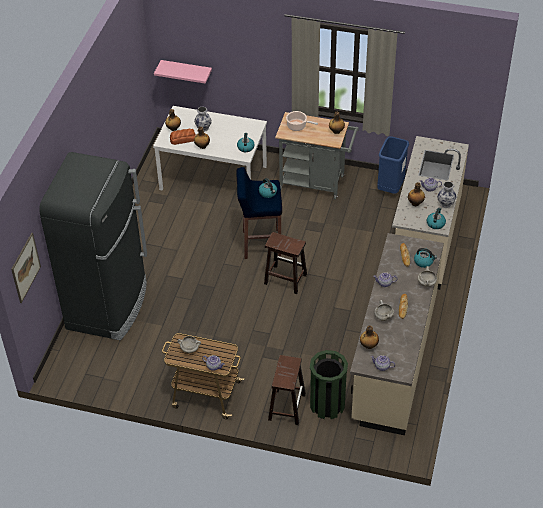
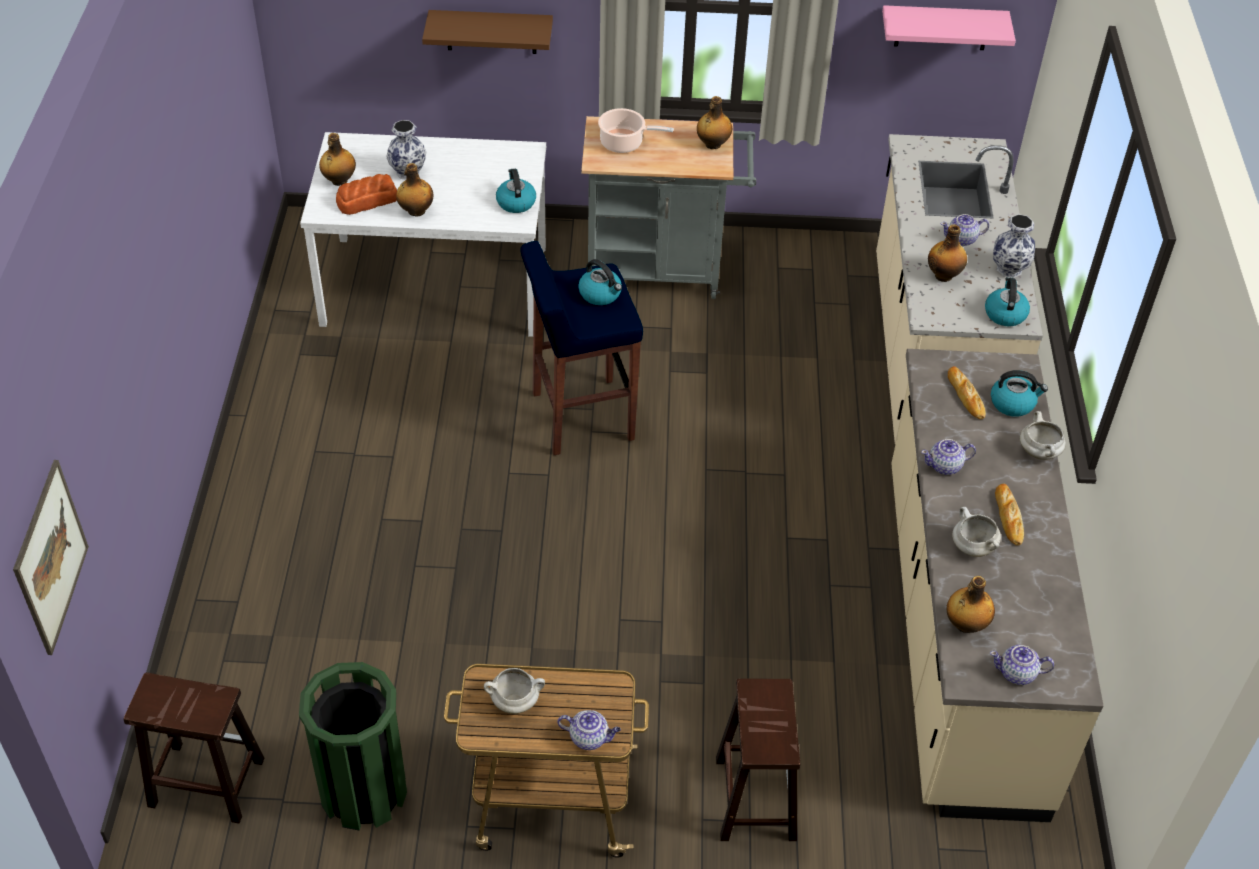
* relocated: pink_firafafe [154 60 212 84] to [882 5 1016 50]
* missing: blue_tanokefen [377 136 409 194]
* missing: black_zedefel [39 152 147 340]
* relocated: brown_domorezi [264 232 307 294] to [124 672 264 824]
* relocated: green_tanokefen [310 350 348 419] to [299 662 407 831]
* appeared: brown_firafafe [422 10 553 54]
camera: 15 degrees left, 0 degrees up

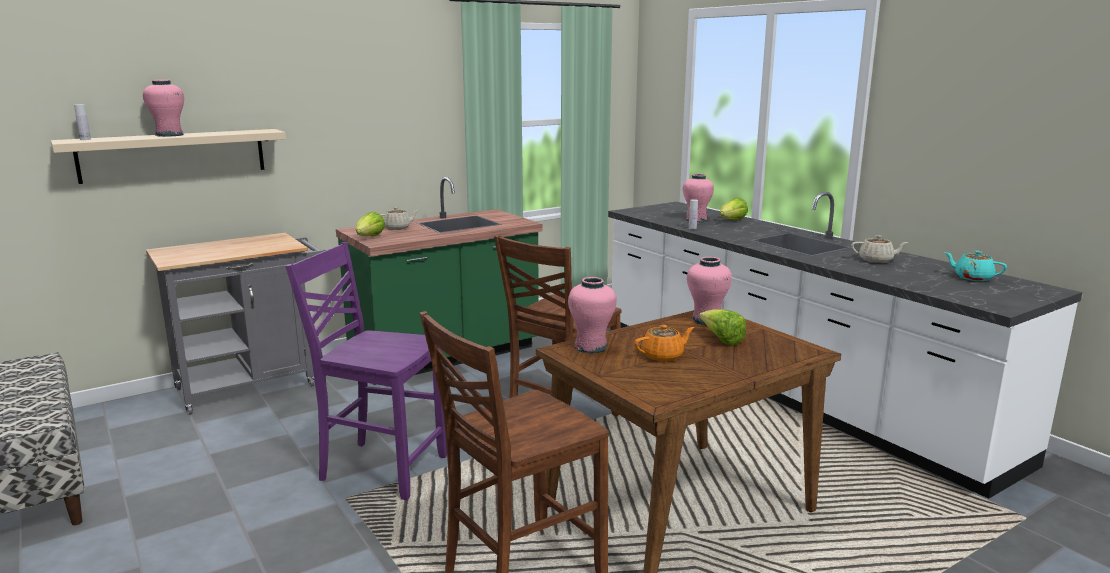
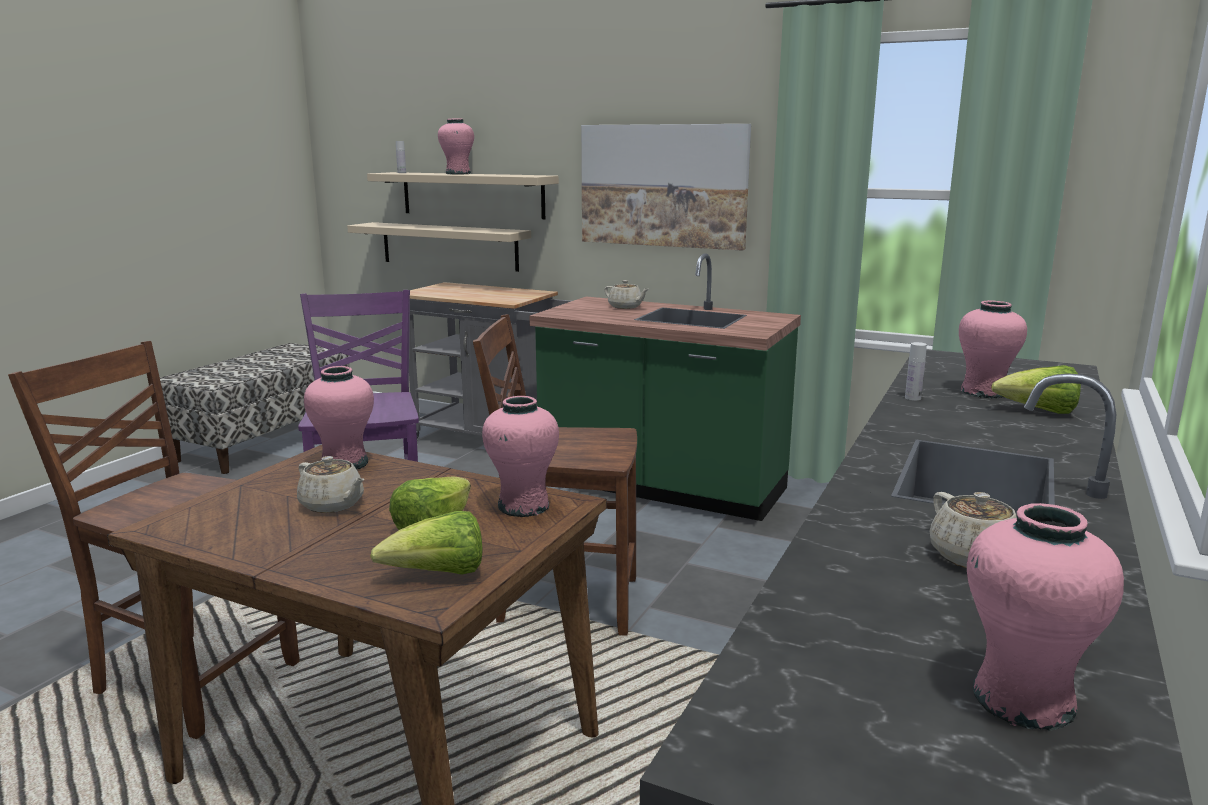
* relocated: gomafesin [356 212 385 236] to [370 511 482 575]
* exchanged: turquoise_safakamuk [944 251 1007 281] to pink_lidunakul [967 503 1124 731]
* colour: orange_safakamuk [634 325 694 362] to beige_safakamuk [297 456 364 513]
* appeared: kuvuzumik [581 124 751 251]
* appeared: beige_firafafe [347 222 531 272]
camera: 60 degrees right, 0 degrees up

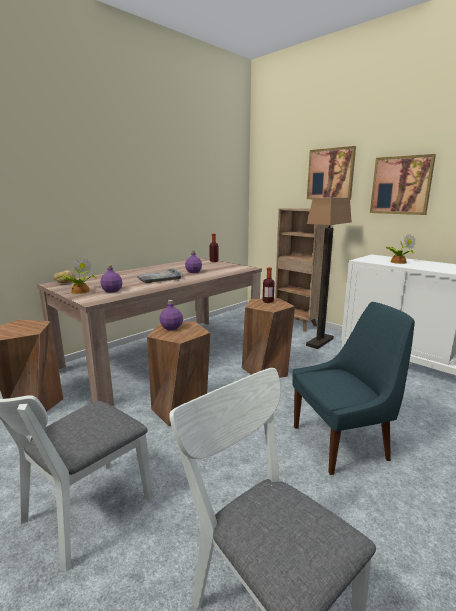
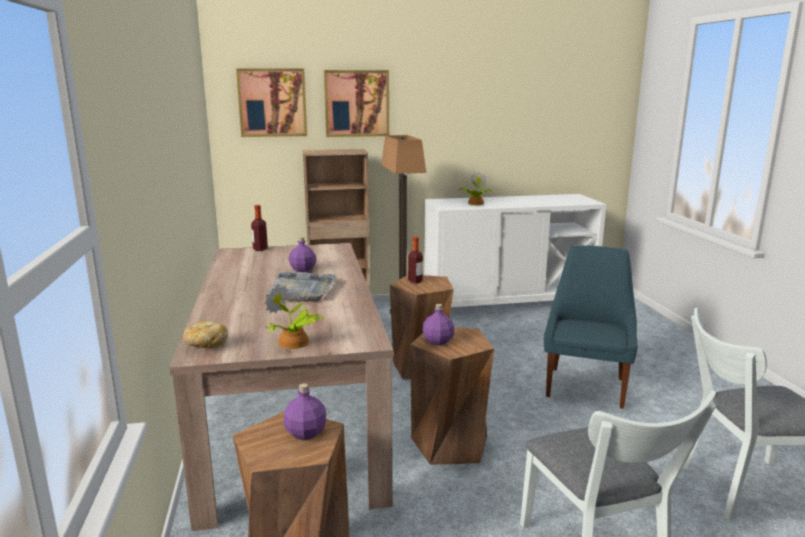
* relocated: kuvuzumik [370 154 436 215] to [236 68 307 137]
* relocated: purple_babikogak [101 265 122 293] to [284 383 326 440]
camera: 55 degrees left, 0 degrees up

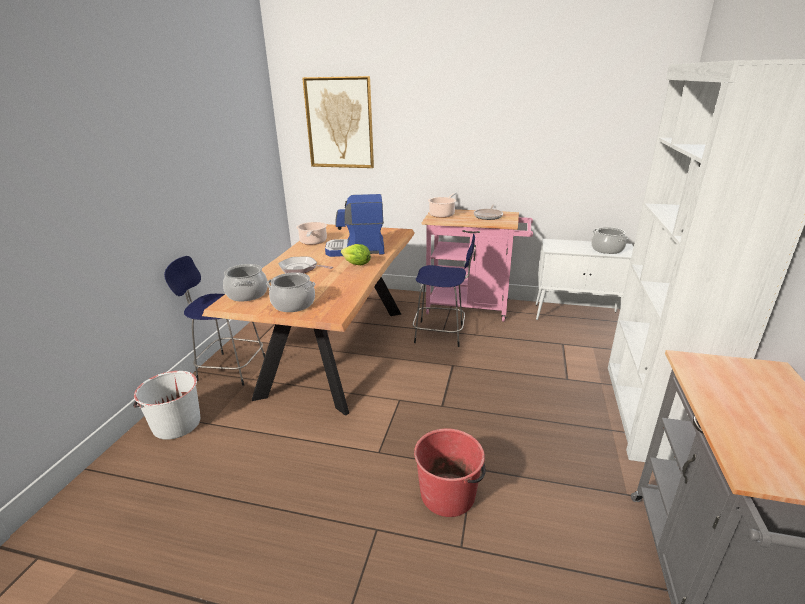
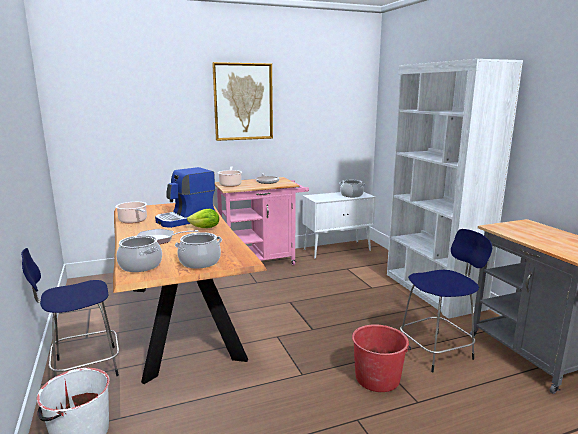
* relocated: kuvuzumik [302 76 374 168] to [212 62 273 141]
* relocated: blue_domorezi [412 234 475 347] to [400 229 492 372]
camera: 35 degrees left, 10 degrees down

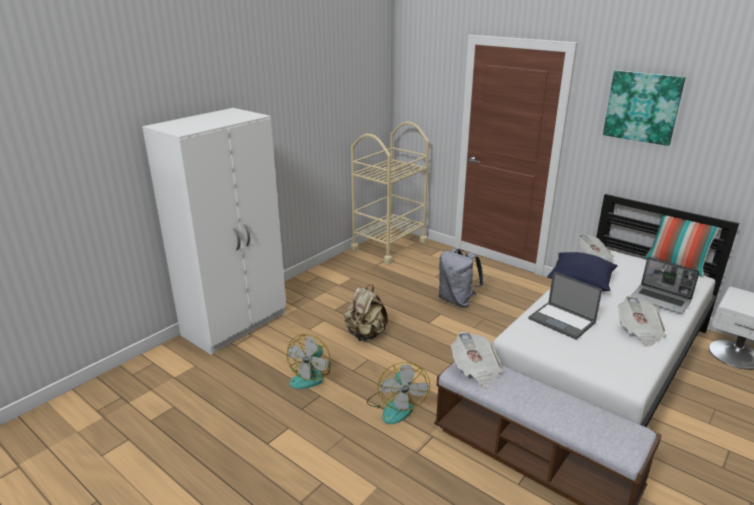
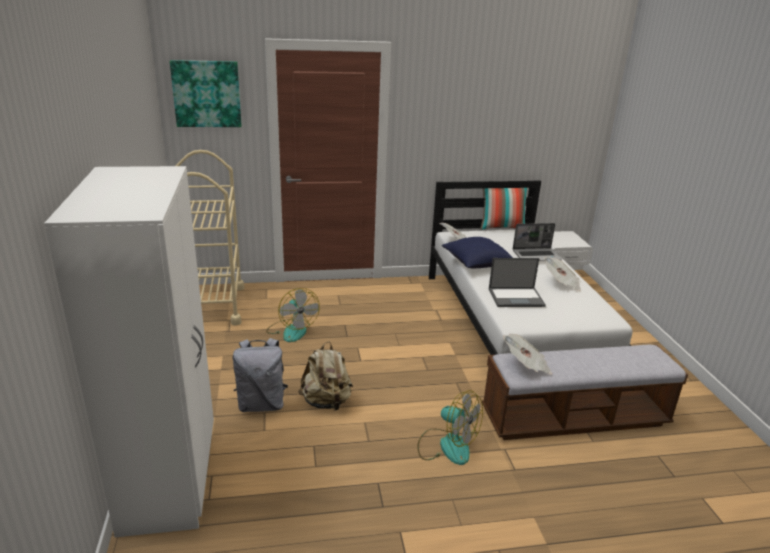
* relocated: kuvuzumik [603 70 686 146] to [170 60 242 127]
* relocated: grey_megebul [439 248 484 307] to [232 338 288 412]
* relocated: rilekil [287 334 331 389] to [266 288 320 342]
camera: 50 degrees left, 0 degrees up

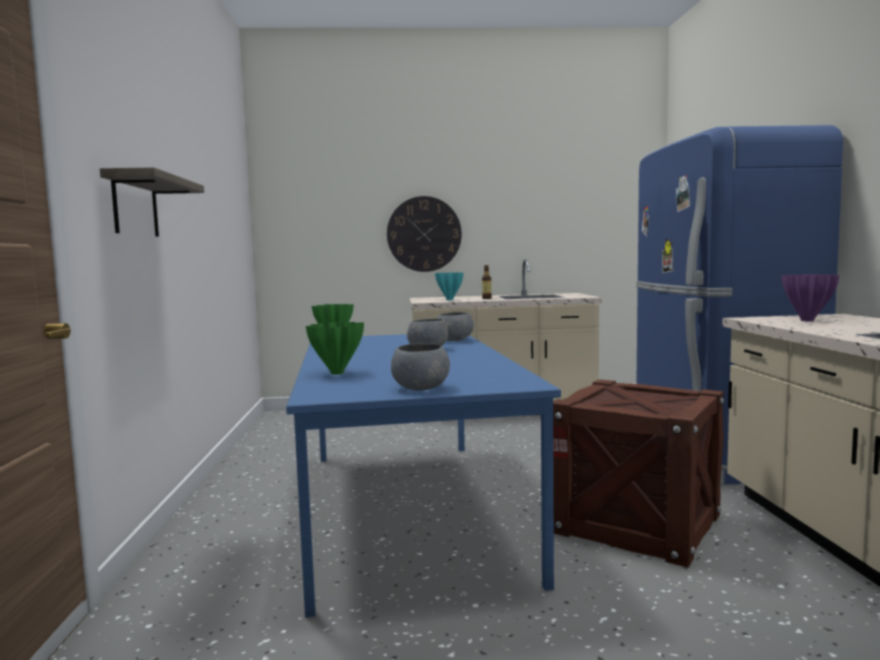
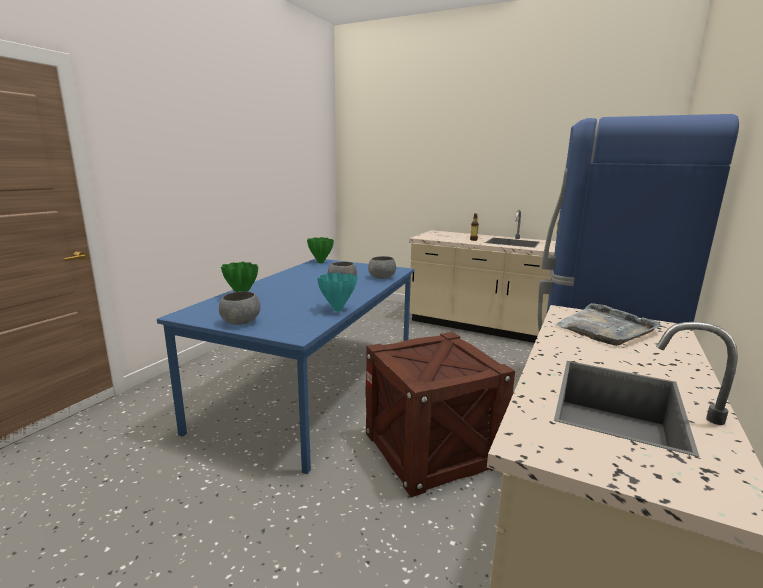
* missing: firafafe [100 167 204 237]
* missing: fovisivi [387 196 462 272]
* relocated: turquoise_lidunakul [435 272 464 300] to [317 273 358 311]
* exchanged: purple_lidunakul [782 274 840 321] to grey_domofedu [554 303 662 346]
camera: 30 degrees right, 10 degrees up

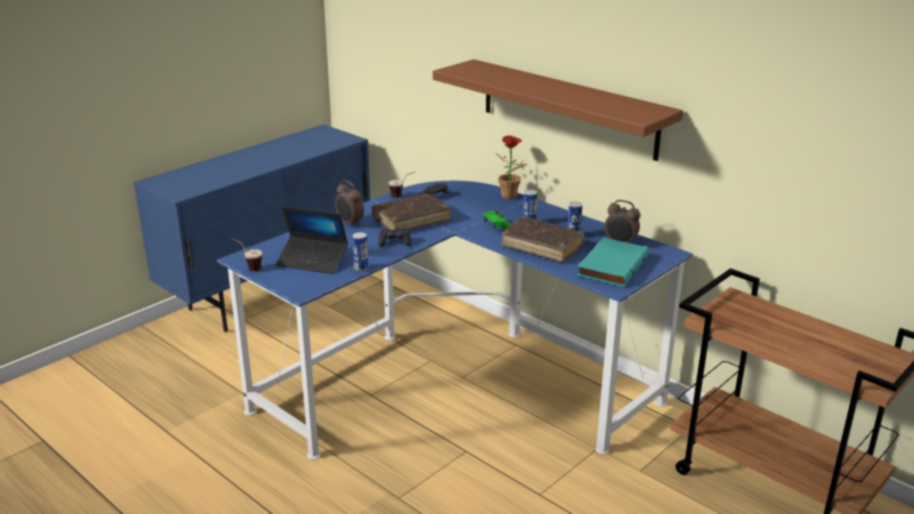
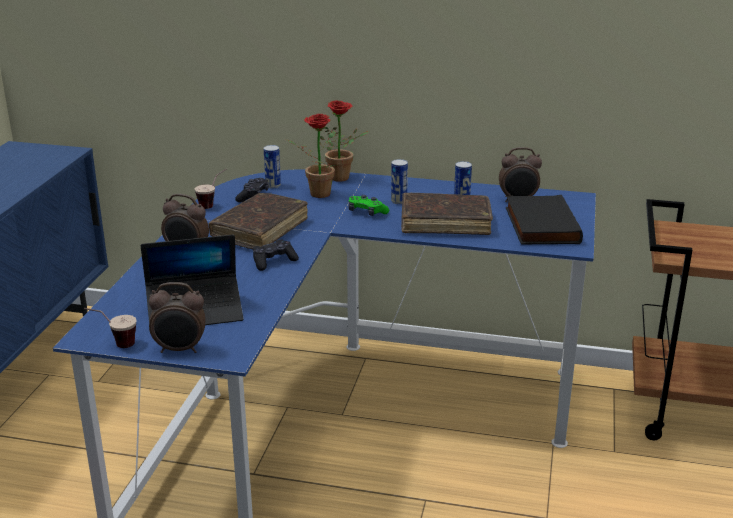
* missing: brown_firafafe [433 59 683 161]
* relocated: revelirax [352 232 368 272] to [264 145 281 188]
* colour: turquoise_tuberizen [577 237 649 287] to black_tuberizen [506 195 583 244]
* appeared: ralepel [286 114 335 198]
* appeared: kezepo [149 282 206 353]
camera: 30 degrees left, 0 degrees up

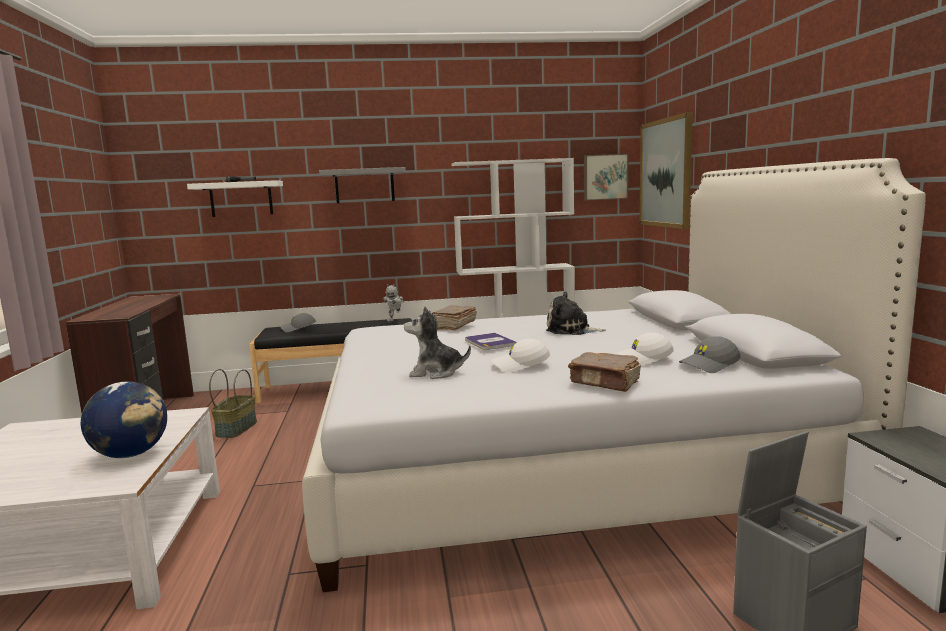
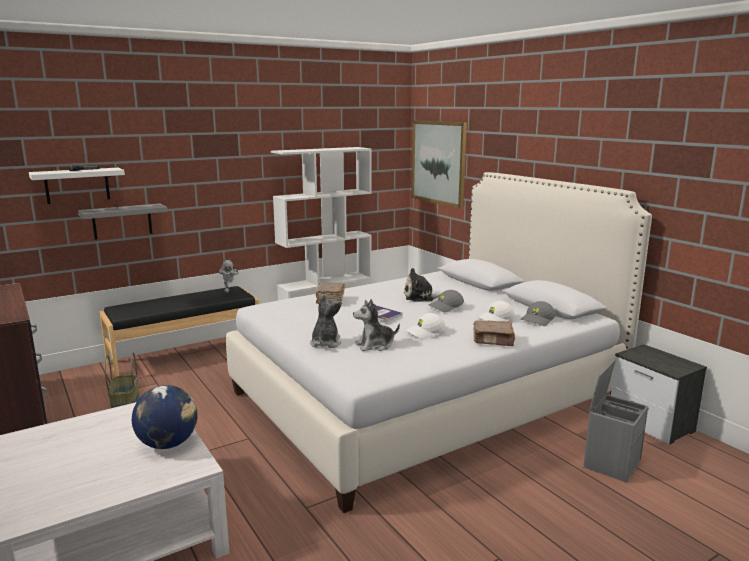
* missing: kuvuzumik [584 154 629 201]
* relocated: grey_firafafe [319 167 406 203] to [78 203 168 240]
* relocated: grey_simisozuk [281 313 316 332] to [428 290 464 313]
* appeared: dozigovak [310 294 342 348]
camera: 25 degrees left, 5 degrees up

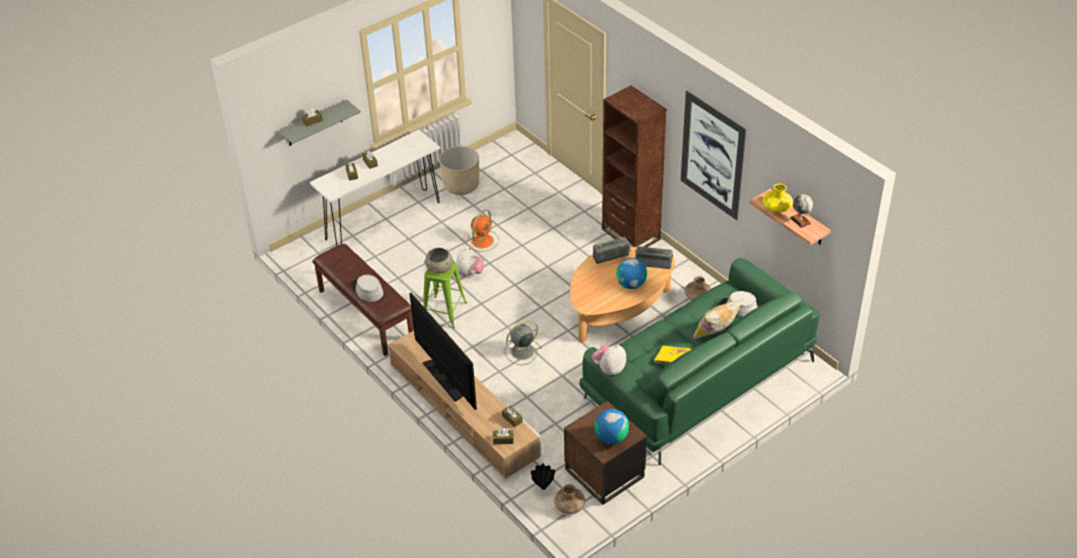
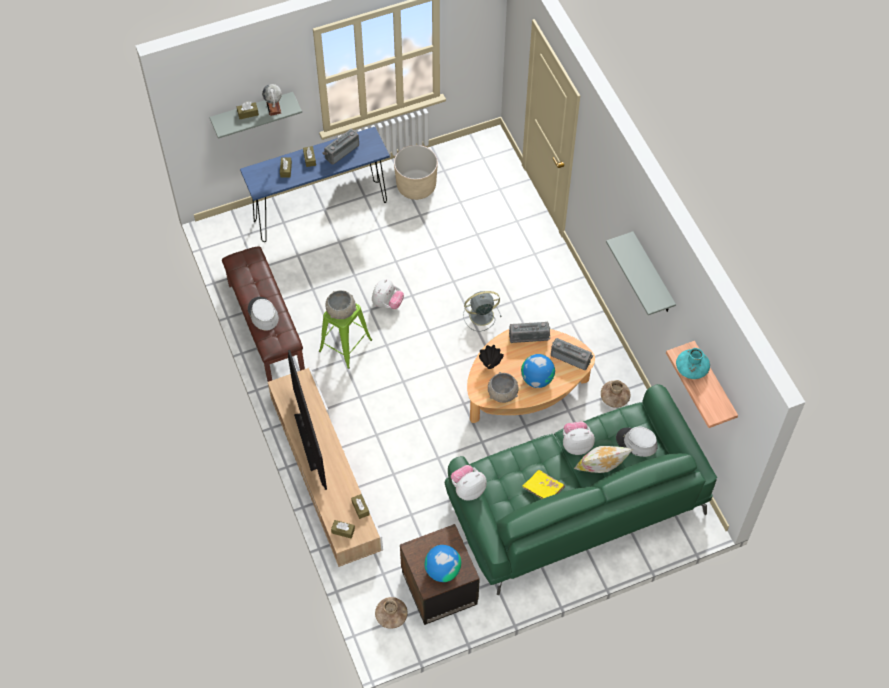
* missing: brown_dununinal [602 86 667 247]
* exchanged: kuvuzumik [681 91 747 220] to grey_firafafe [606 231 676 315]
* colour: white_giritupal [310 130 440 246] to blue_giritupal [240 127 390 242]
* colour: yellow_lidunakul [762 184 793 212] to turquoise_lidunakul [676 348 710 379]
* relocated: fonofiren [790 194 813 228] to [262 84 282 116]
* missing: orange_rilekil [468 210 499 252]
* relocated: grey_rilekil [505 321 542 365] to [463 291 502 332]
* relocated: black_lidunakul [531 463 555 490] to [479 345 504 369]
* appeared: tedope [322 129 359 165]
* appeared: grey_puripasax [488 372 519 403]
* appeared: dozigovak [563 421 595 455]
camera: 15 degrees right, 15 degrees up

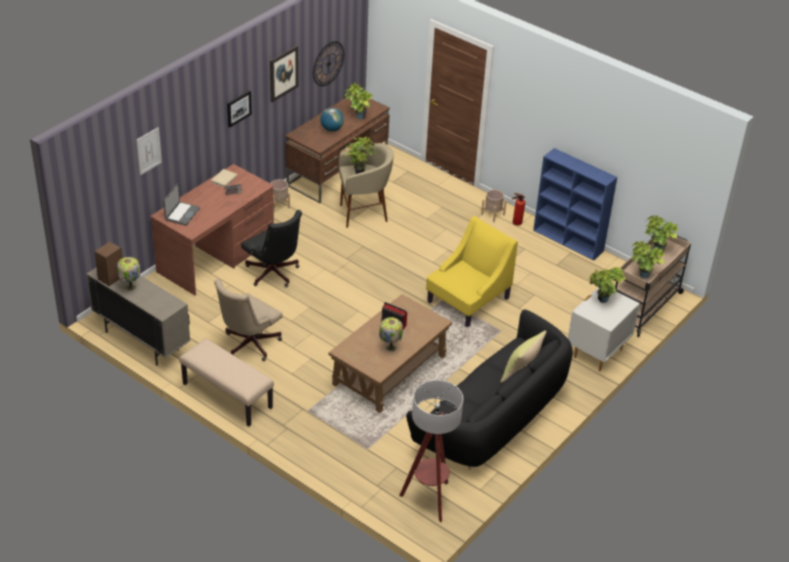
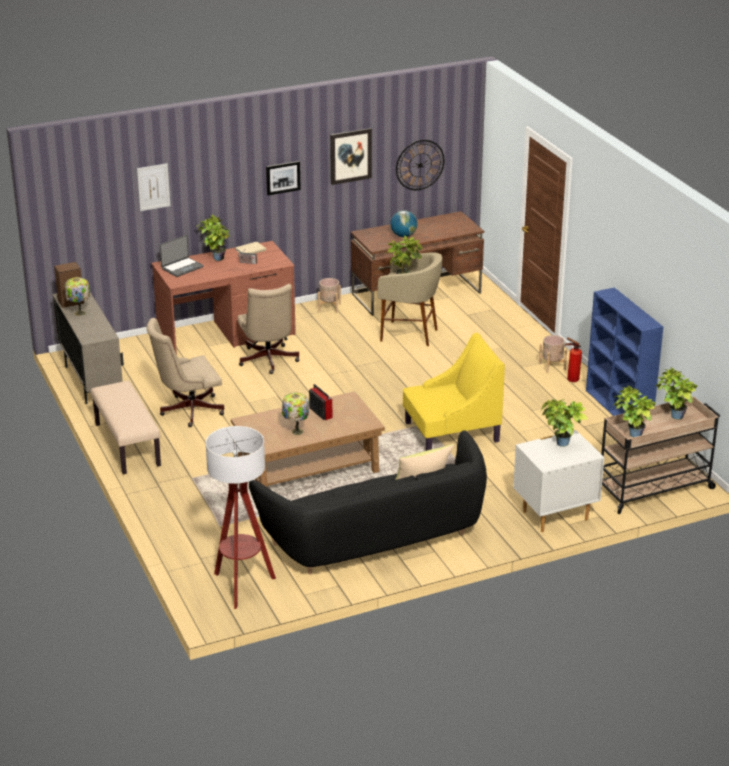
* relocated: ralepel [343 83 373 119] to [196 215 230 261]
* colour: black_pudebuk [241 210 302 287] to beige_pudebuk [238 284 299 374]
camera: 30 degrees right, 10 degrees down

